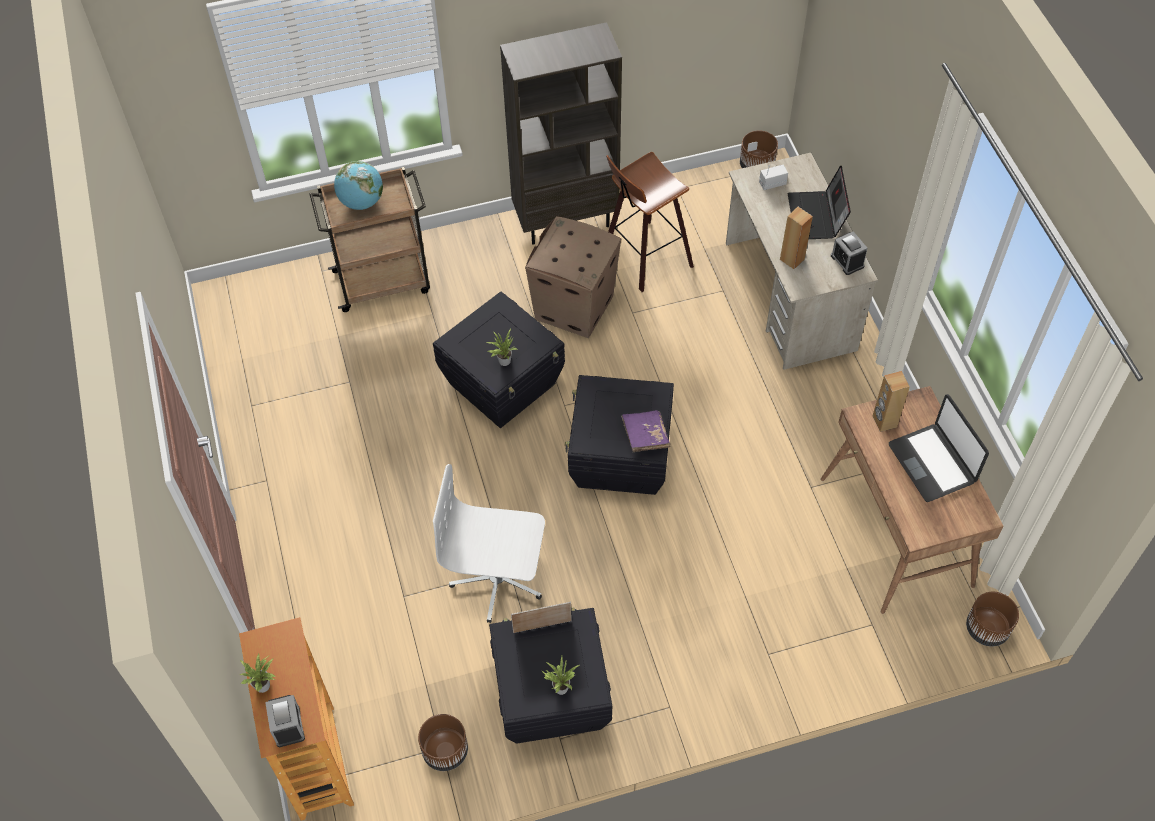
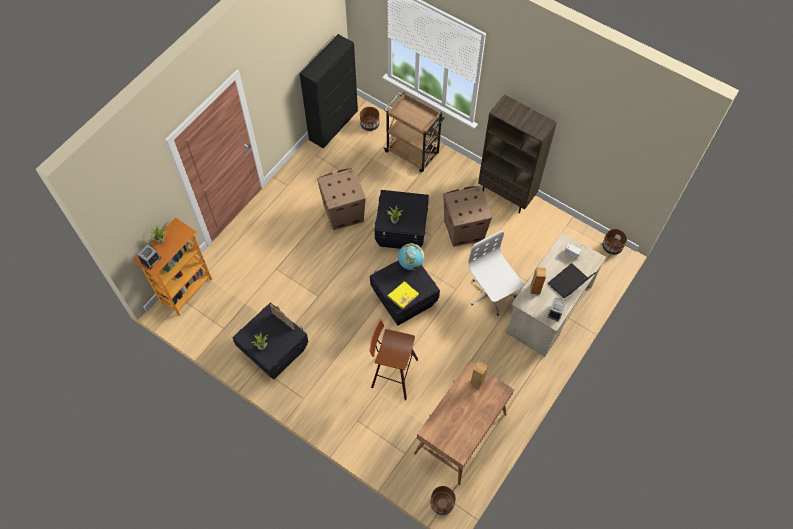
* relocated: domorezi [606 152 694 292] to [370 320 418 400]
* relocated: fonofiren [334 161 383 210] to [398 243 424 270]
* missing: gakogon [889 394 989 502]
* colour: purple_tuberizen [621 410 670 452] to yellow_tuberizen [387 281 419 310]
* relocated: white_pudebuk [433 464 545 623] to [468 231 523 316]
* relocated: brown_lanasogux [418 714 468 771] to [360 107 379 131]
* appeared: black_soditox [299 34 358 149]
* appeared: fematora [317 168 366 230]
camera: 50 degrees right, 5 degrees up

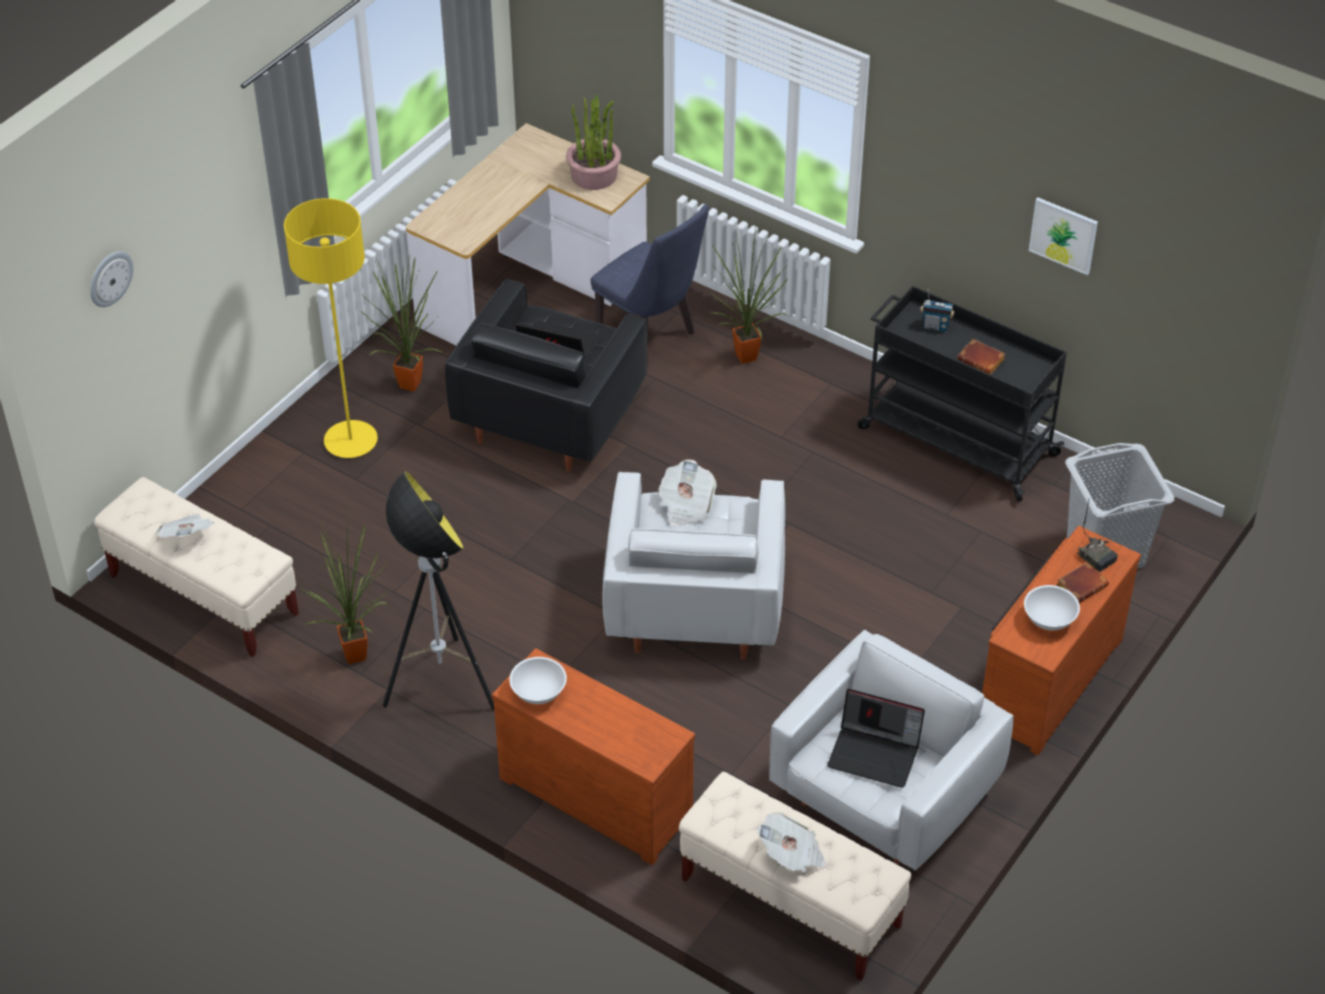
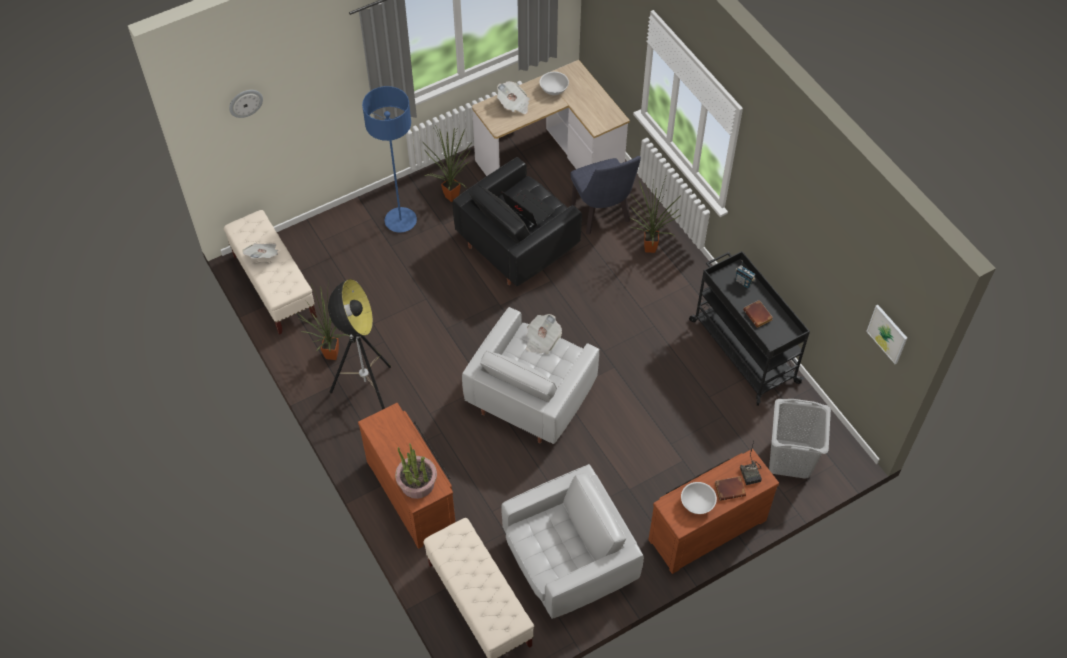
* relocated: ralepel [566 95 621 190] to [395 443 437 499]
* colour: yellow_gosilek [284 198 378 458] to blue_gosilek [362 86 417 233]
* relocated: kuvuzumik [1029 198 1098 275] to [866 305 907 364]
* relocated: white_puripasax [509 657 567 704] to [540 72 569 95]
* missing: gakogon [827 689 925 788]
* relocated: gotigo [757 812 826 872] to [497 81 530 114]
camera: 25 degrees right, 10 degrees up

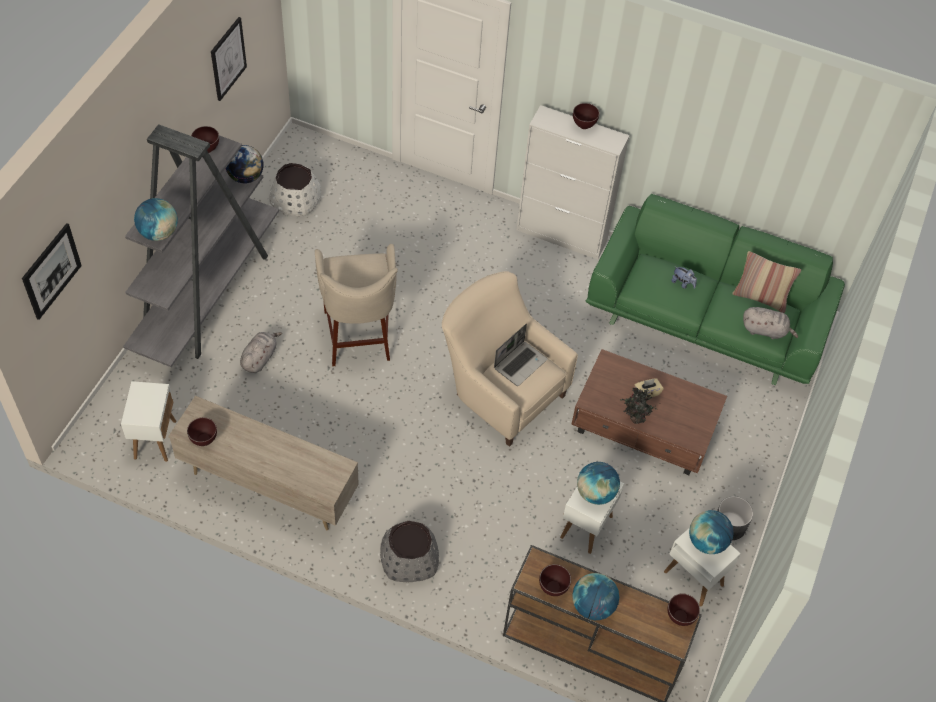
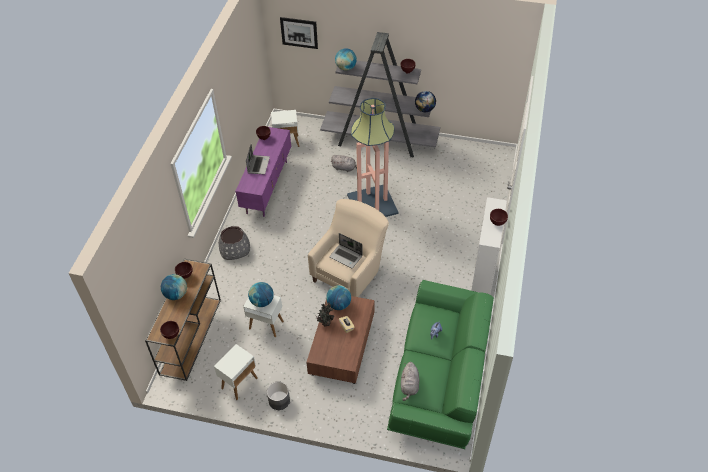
* missing: kuvuzumik [211 17 247 101]
* missing: white_lanasogux [269 163 321 216]
* exchanged: beige_domorezi [315 244 398 367] to gosilek [347 98 399 217]
* missing: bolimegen [732 251 801 313]
* colour: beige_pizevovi [168 396 359 530] to purple_pizevovi [235 127 291 217]
* relocated: fonofiren [689 510 734 554] to [326 285 351 310]
* appeared: gakogon [246 144 270 174]
camera: 85 degrees right, 5 degrees down

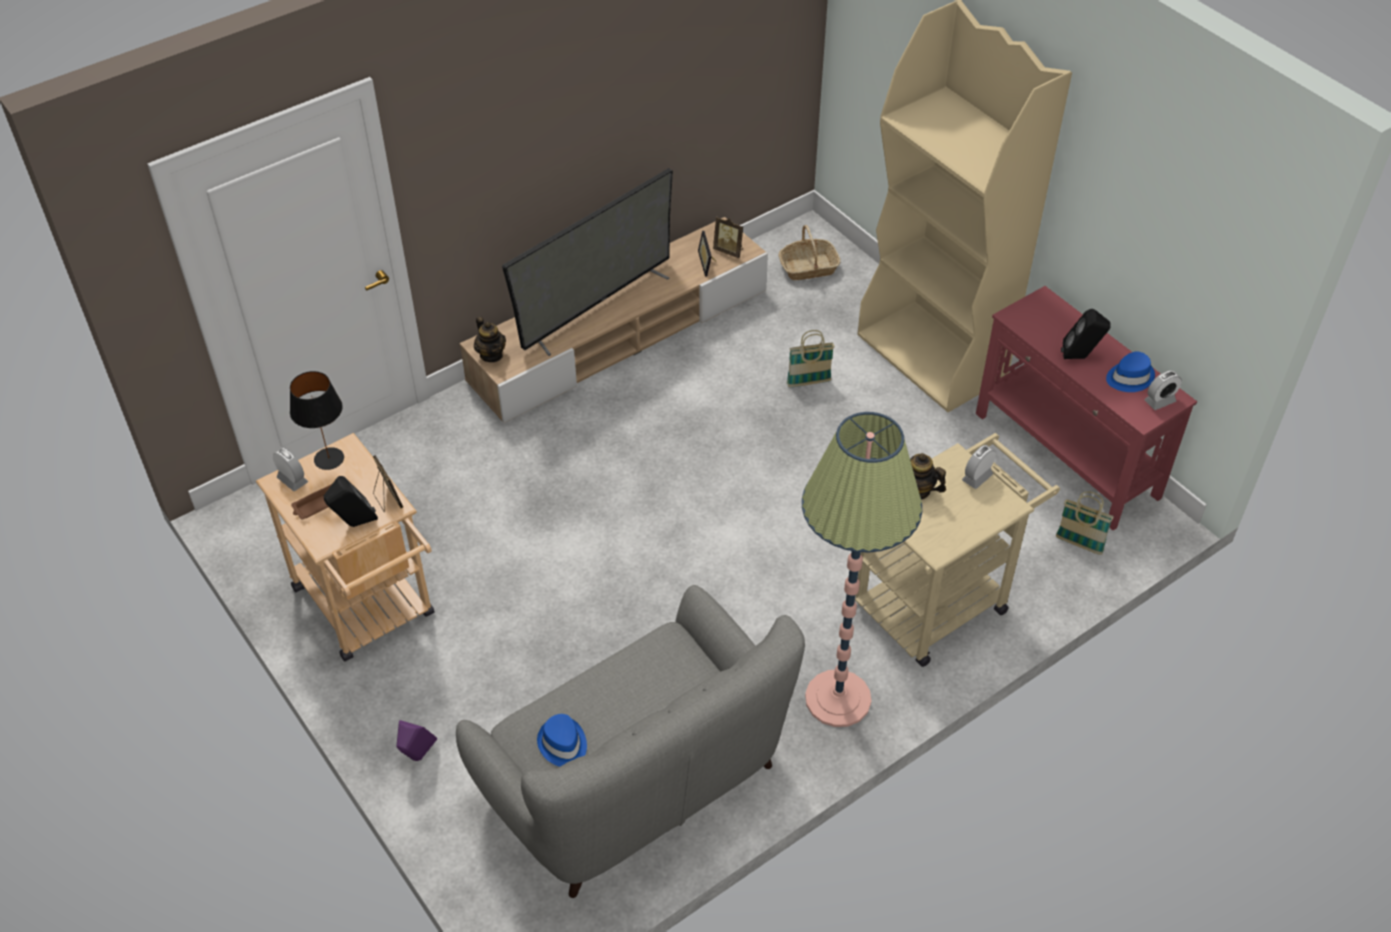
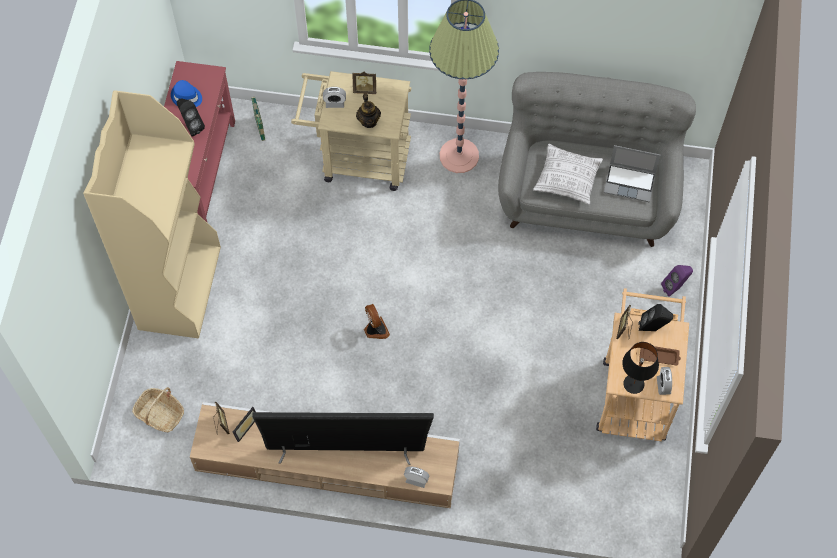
* missing: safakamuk [474 317 506 362]
* missing: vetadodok [787 330 835 387]
* relocated: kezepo [1145 371 1182 410] to [404 466 429 488]
* exchanged: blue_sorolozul [537 714 587 767] to gakogon [604 145 660 202]
* appeared: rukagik [352 72 376 94]
* appeared: bolimegen [533 144 603 205]
* appeared: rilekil [364 304 390 339]
camera: 135 degrees left, 15 degrees up

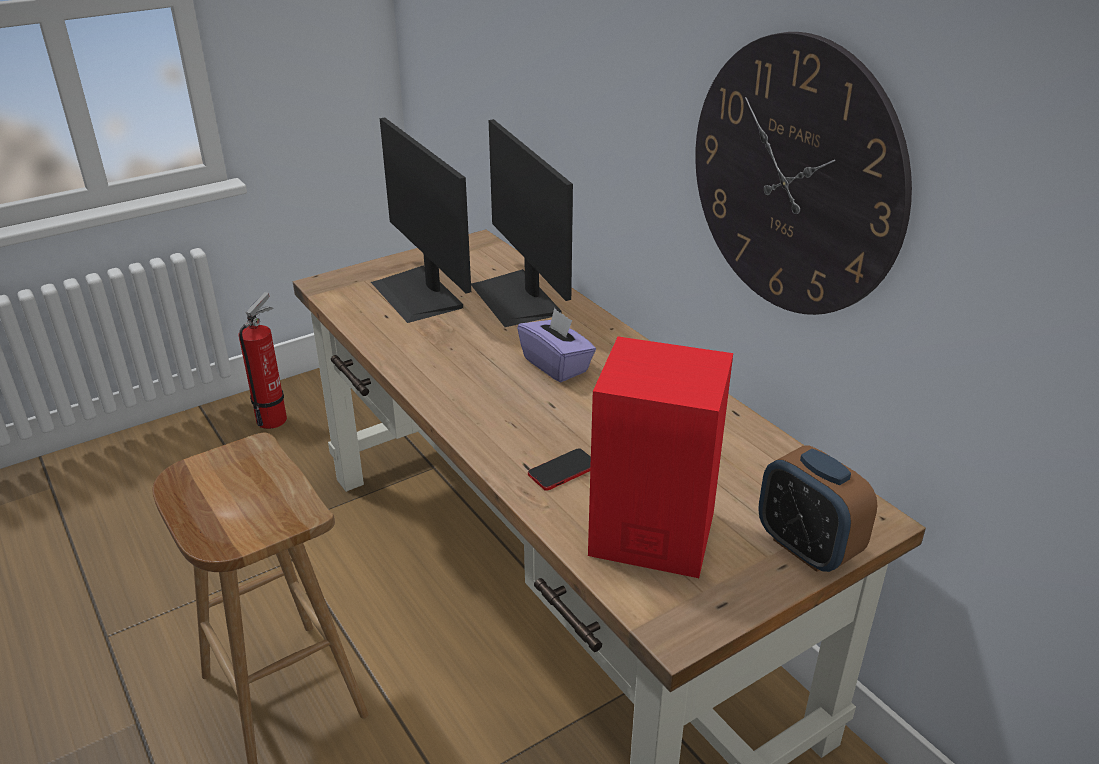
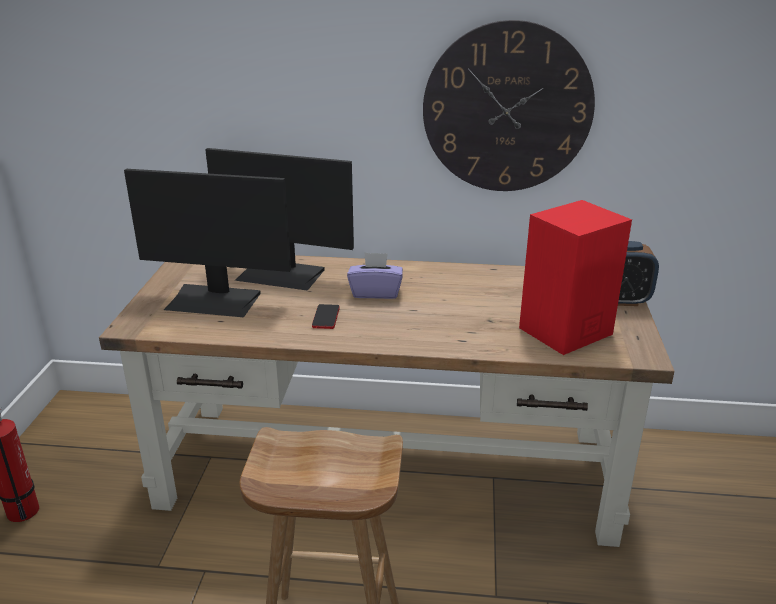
* relocated: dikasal [528 448 591 491] to [312 304 340 329]
camera: 50 degrees left, 5 degrees down

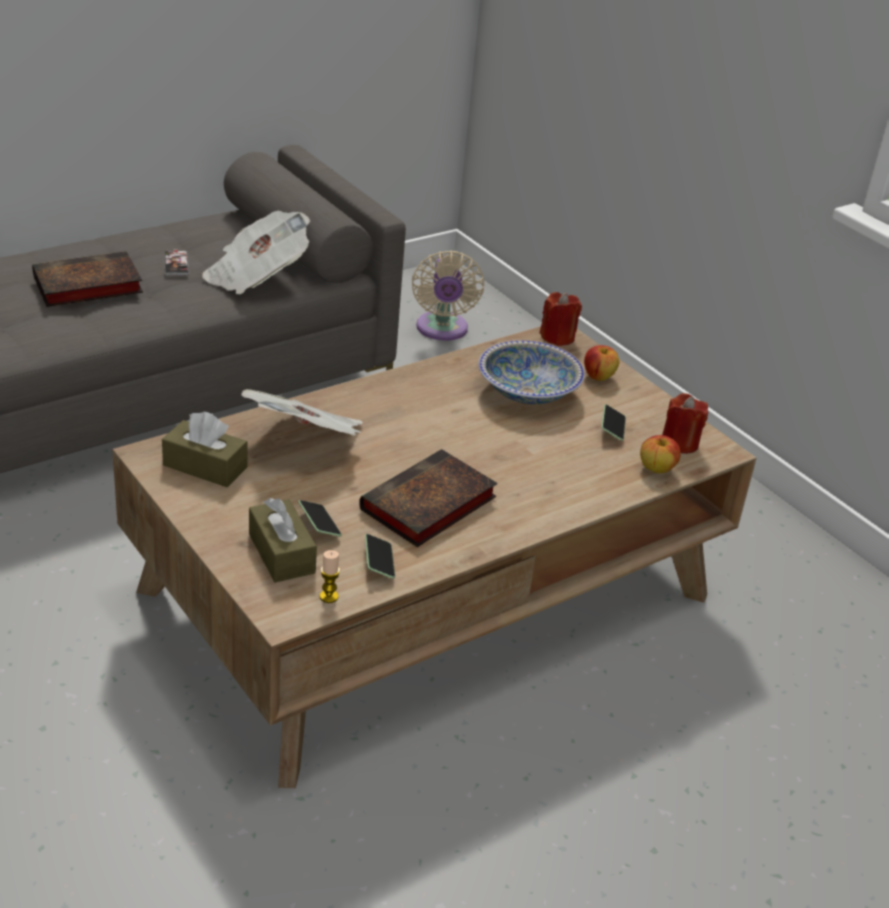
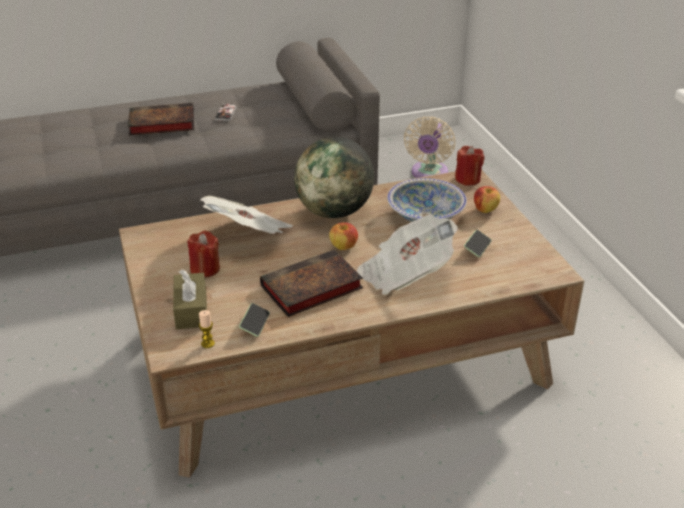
* relocated: gotigo [203 211 310 294] to [357 215 458 295]
* relocated: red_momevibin [662 393 708 454] to [187 230 220 277]
* missing: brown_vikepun [162 412 247 487]
* relocated: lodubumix [640 435 681 473] to [329 222 358 250]
* missing: dikasal [298 500 342 536]
* appeared: fonofiren [294 137 374 218]
camera: 20 degrees right, 0 degrees up

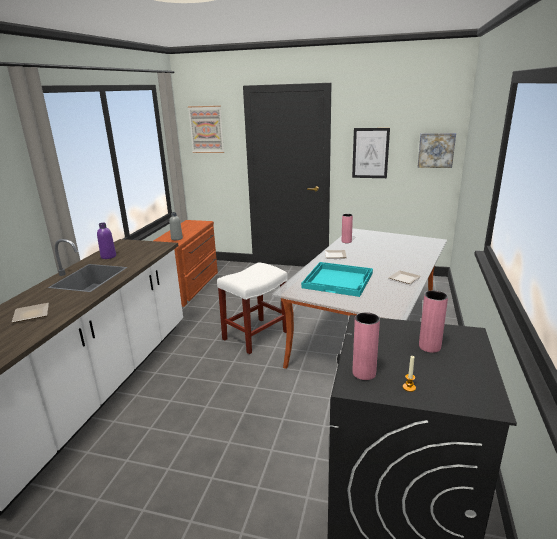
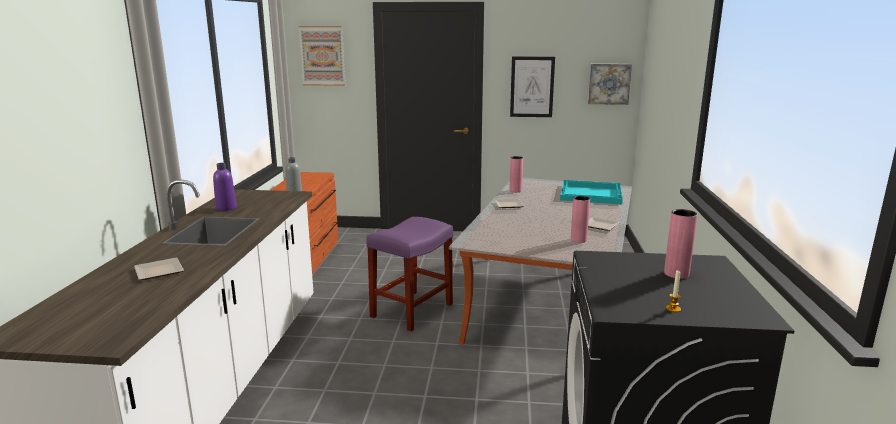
* colour: white_domorezi [217 262 288 354] to purple_domorezi [366 217 453 332]
* relocated: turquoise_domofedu [301 262 373 297] to [560 180 623 204]
* relocated: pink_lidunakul [353 312 380 380] to [571 196 590 243]
camera: 10 degrees left, 5 degrees down

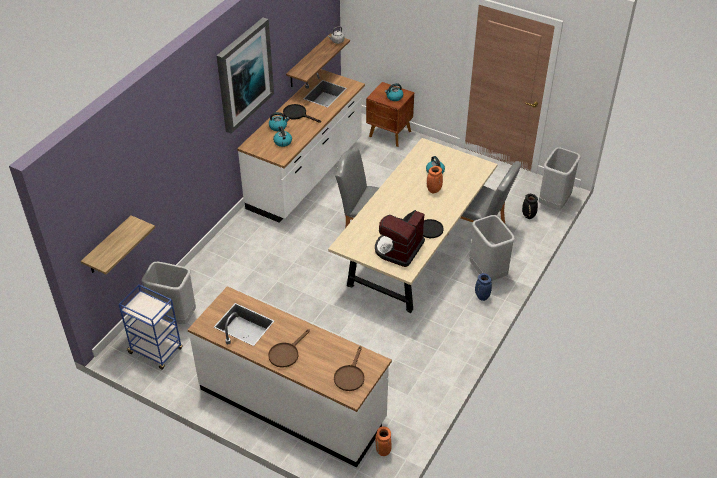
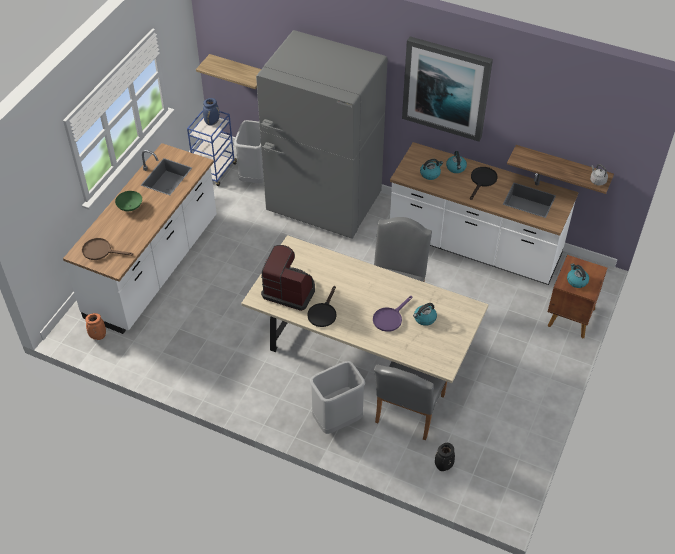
* missing: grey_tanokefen [539 147 580 209]
* exchanged: orange_lidunakul [427 166 443 194] to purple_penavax [373 296 412 332]
* relocated: blue_lidunakul [475 273 492 301] to [203 98 220 126]
* exchanged: brown_penavax [268 329 310 368] to green_puripasax [115 191 142 211]
* appeared: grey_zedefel [256 30 388 239]
camera: 85 degrees right, 5 degrees up

